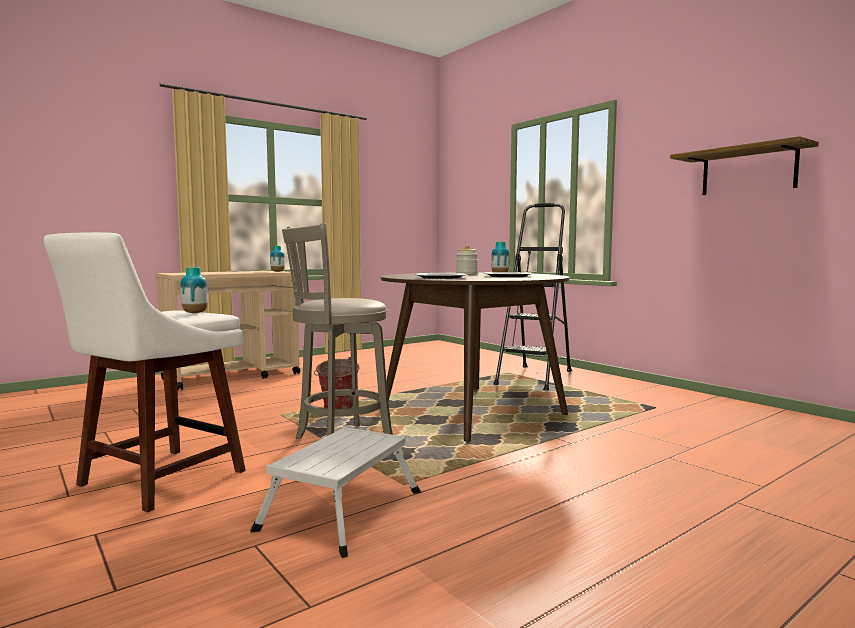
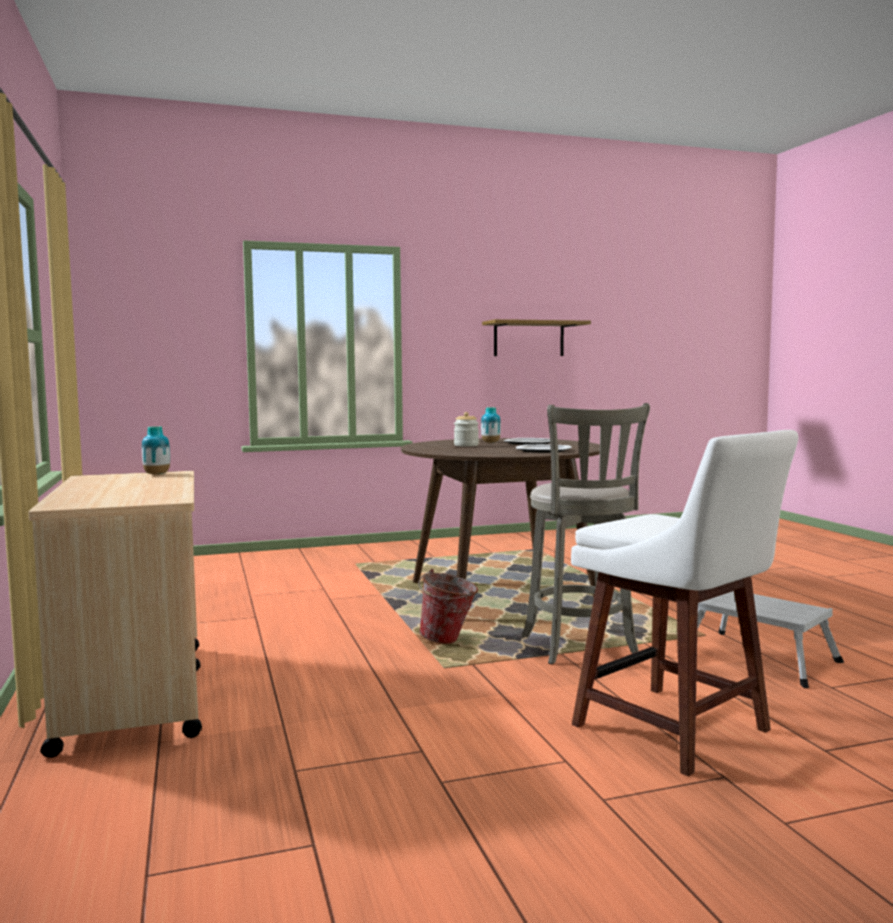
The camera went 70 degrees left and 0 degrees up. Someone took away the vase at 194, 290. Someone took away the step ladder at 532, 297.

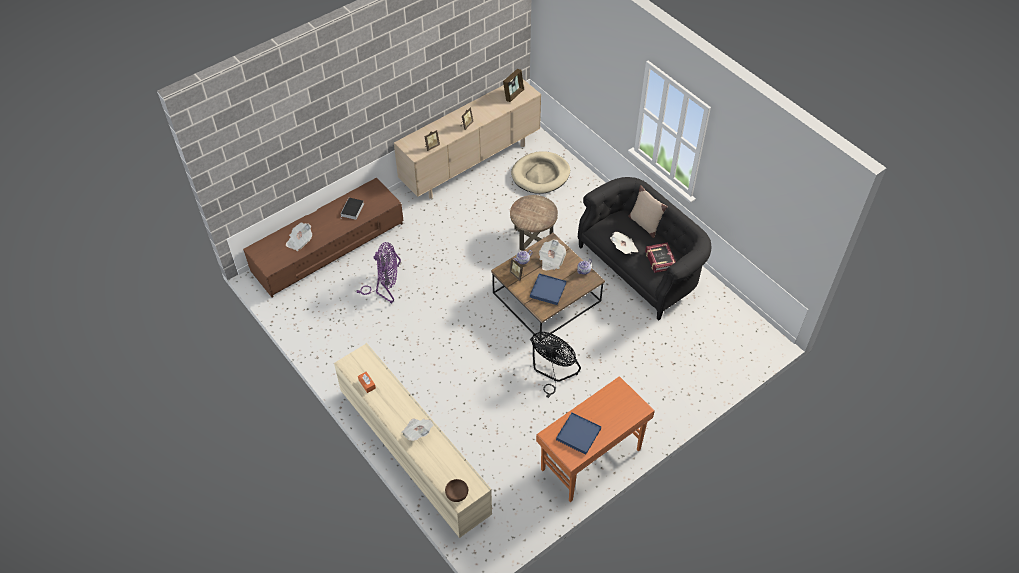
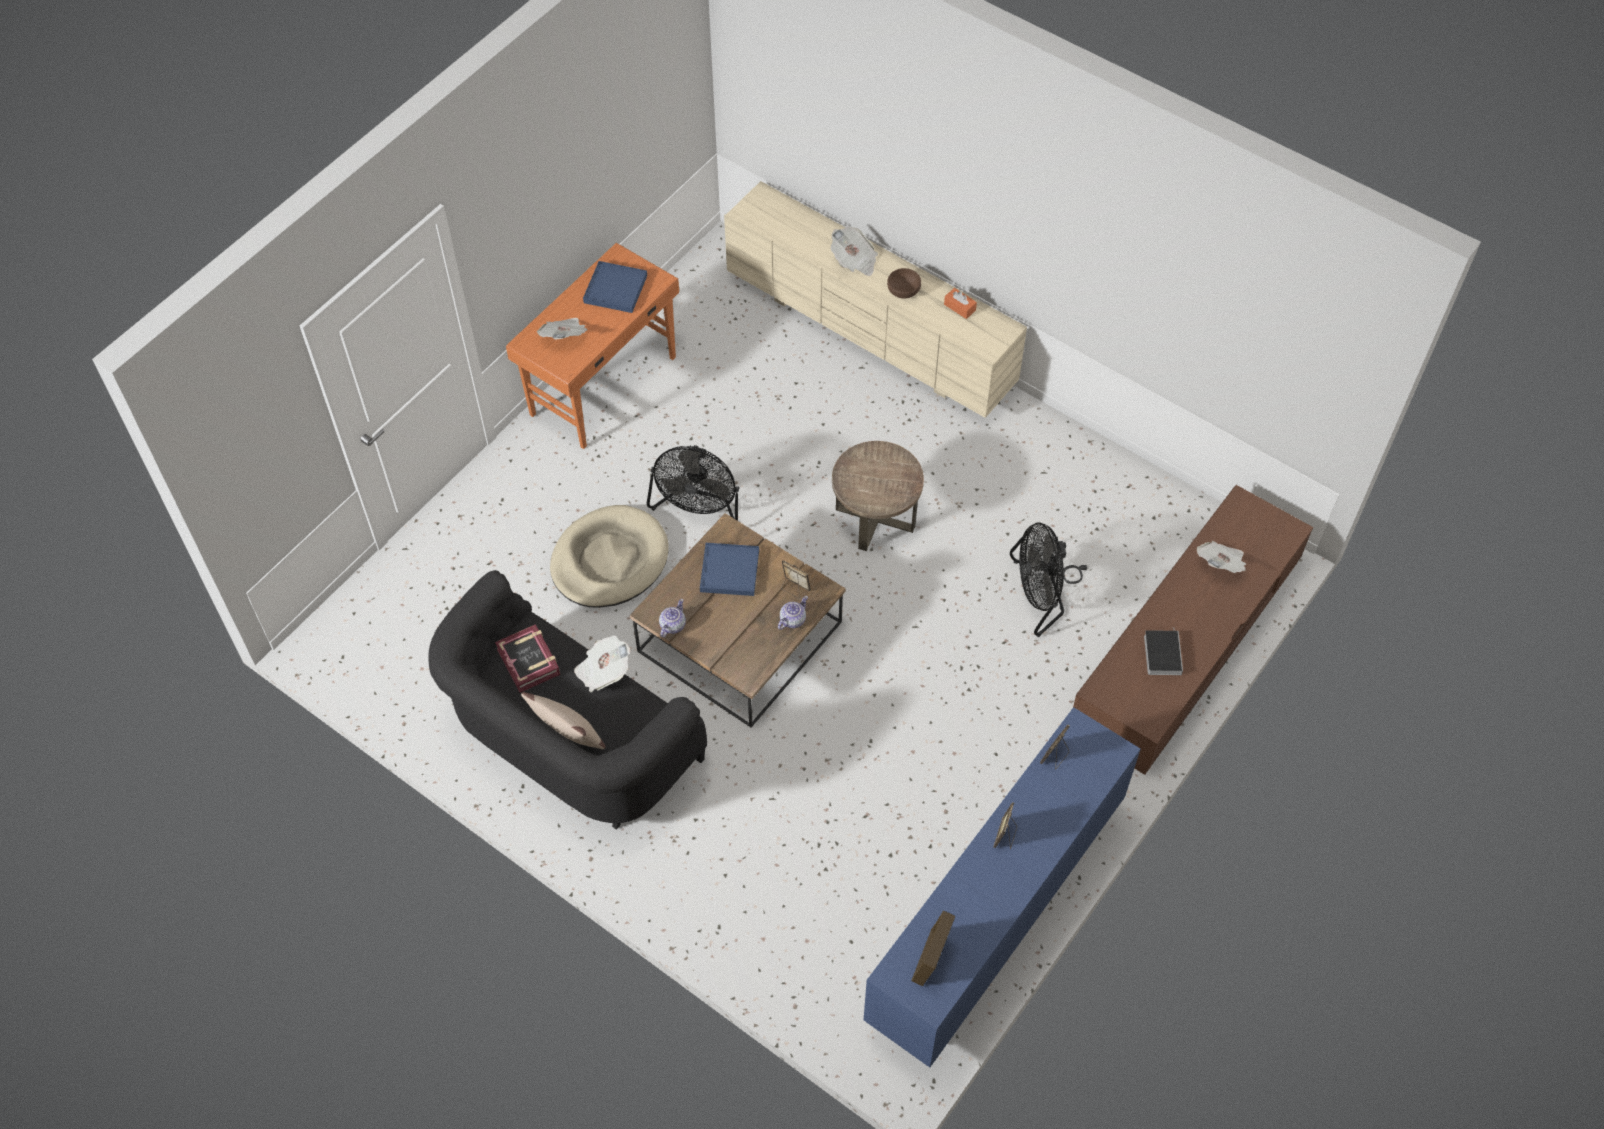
The camera went 165 degrees right and 5 degrees up. Someone carried the bowl (brown) from 456, 490 to 904, 283. Someone carried the side table (brown) from 534, 223 to 878, 496. Someone carried the dog bed (beige) from 540, 172 to 609, 556. Someone carried the newspaper from 552, 254 to 562, 329. Someone repainted the fan (purple) at 378, 273, which became the fan (black) at 1049, 580. Someone repainted the cabinet (beige) at 467, 139, which became the cabinet (blue) at 1002, 887.

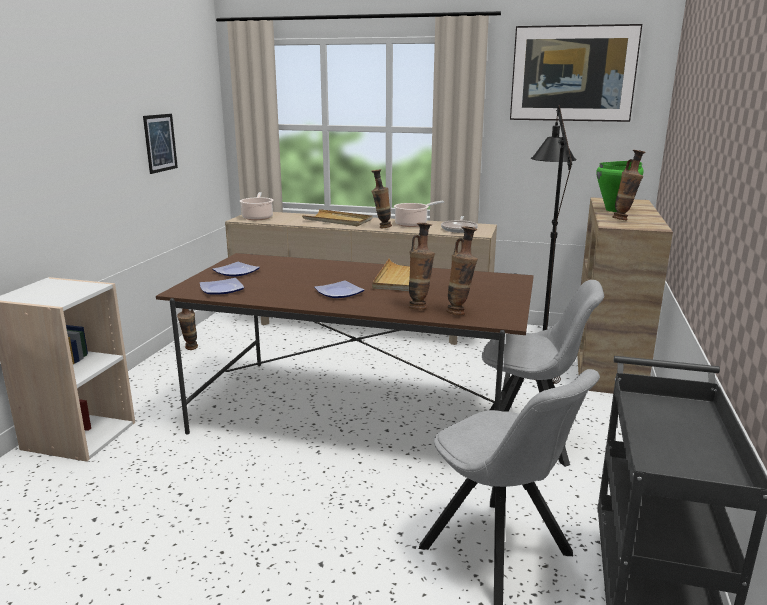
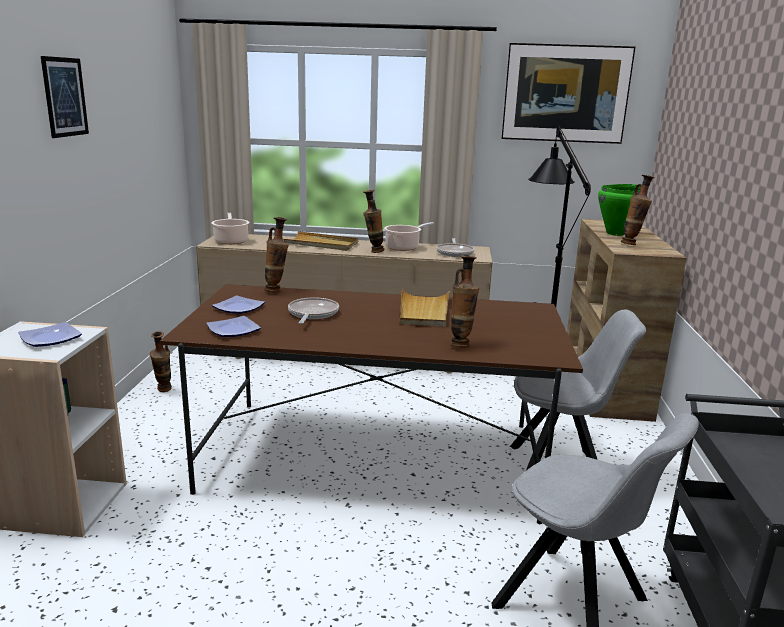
The camera went 10 degrees left and 0 degrees up. Someone put down the frying pan at 313, 310. Someone carried the picture from 160, 144 to 65, 97. Someone carried the plate from 339, 289 to 50, 334. Someone carried the vase from 462, 270 to 276, 255.

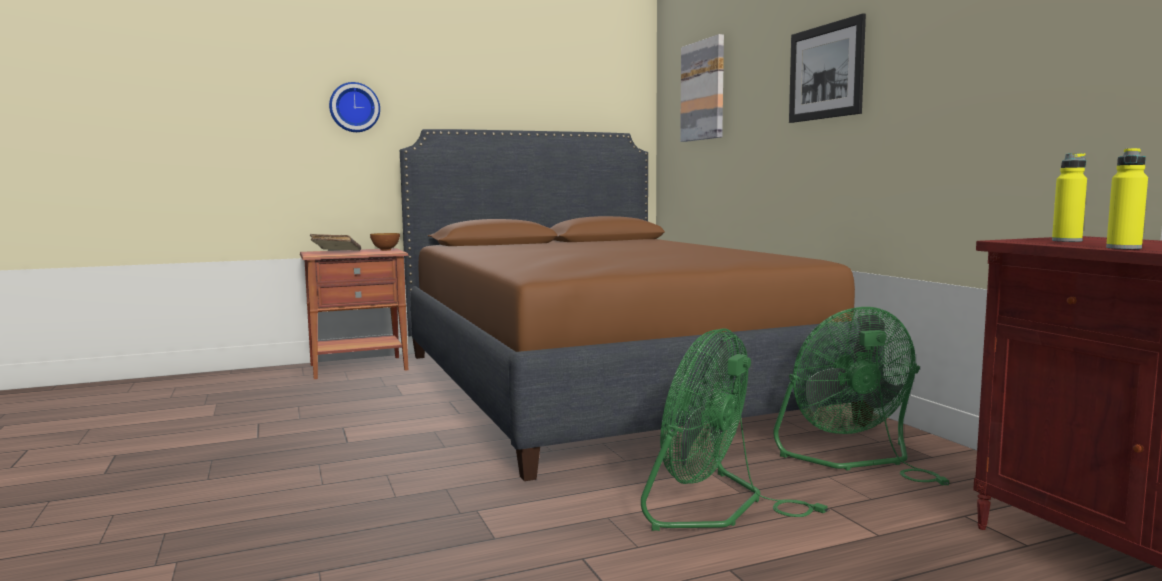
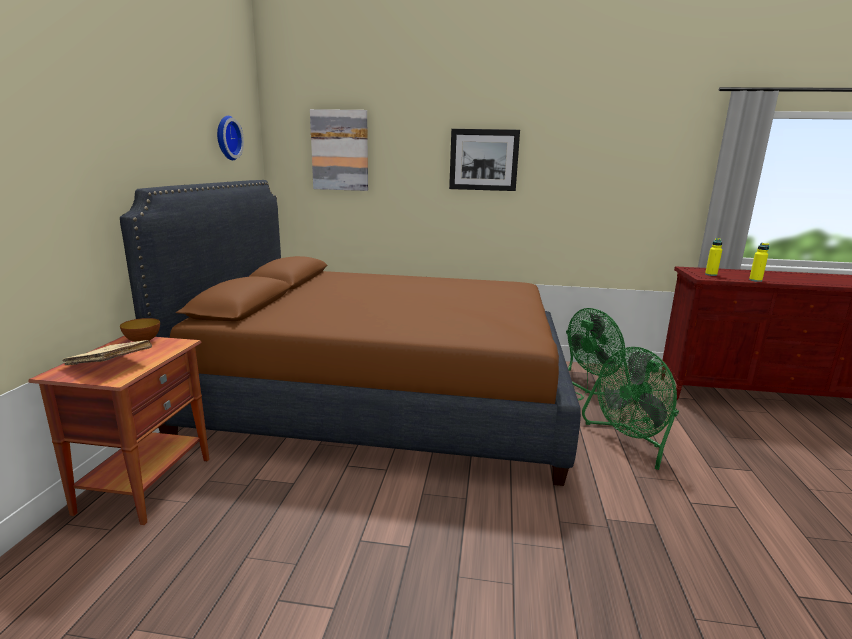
The camera went 60 degrees left and 10 degrees up. Someone carried the wall clock from 354, 107 to 230, 138. Someone rotated the fan (green) at 861, 396 by 135 degrees clockwise.

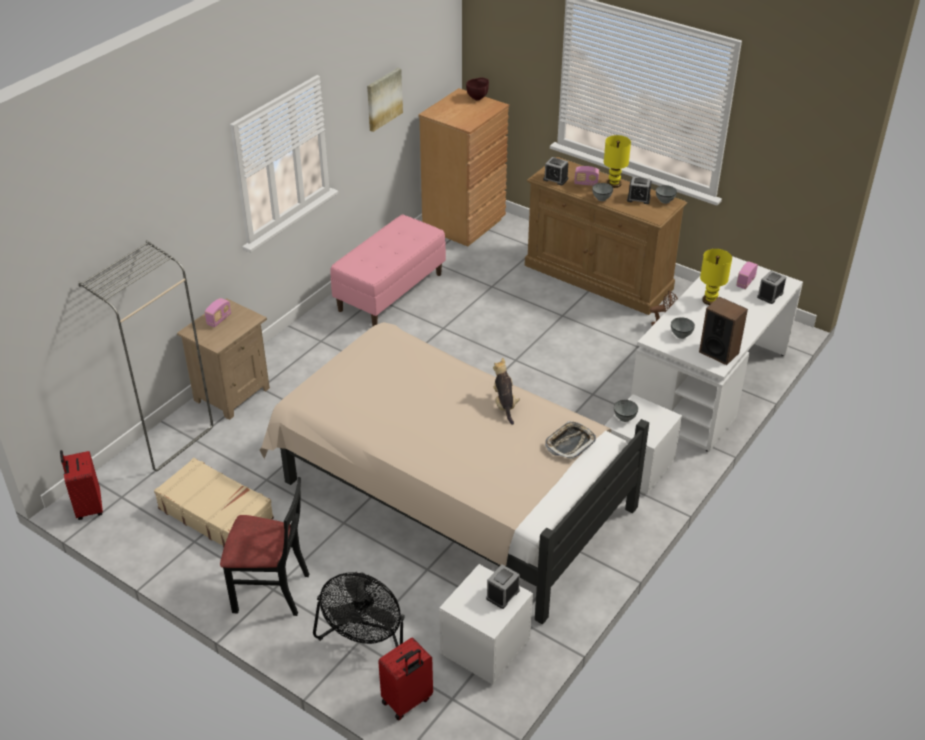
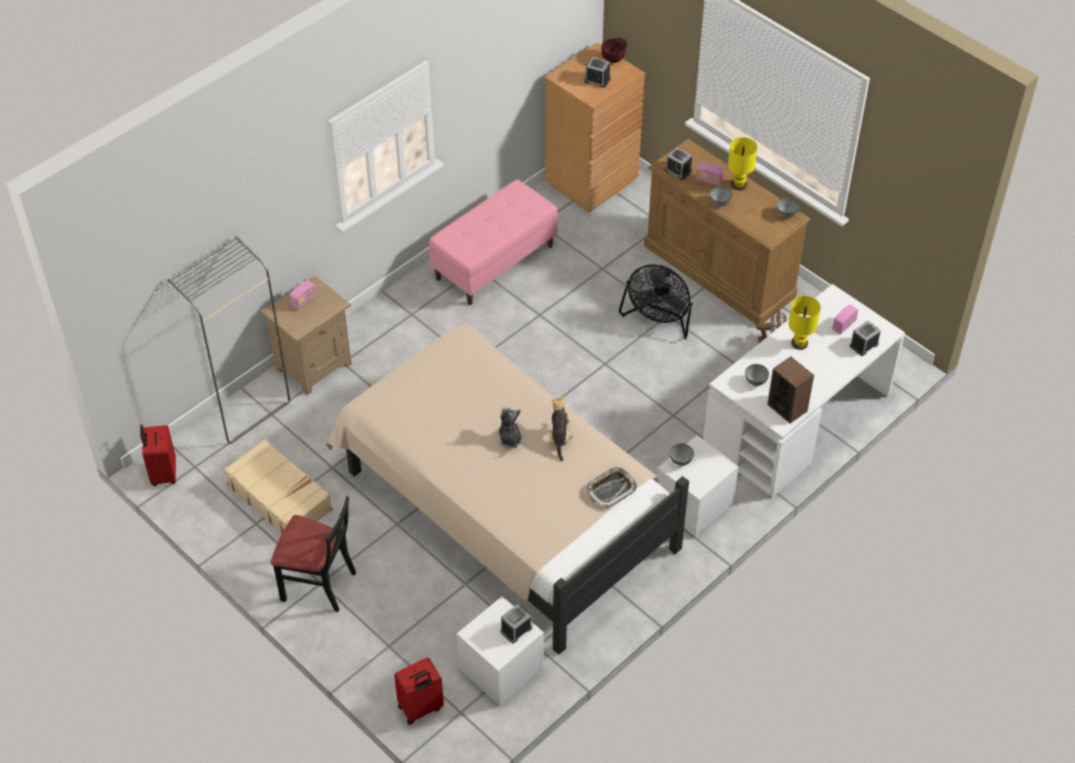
The camera went 10 degrees right and 10 degrees up. Someone took away the picture at 385, 100. Someone put down the plush toy at 509, 427. Someone carried the fan (black) from 358, 609 to 656, 301. Someone carried the alarm clock from 639, 190 to 597, 72.

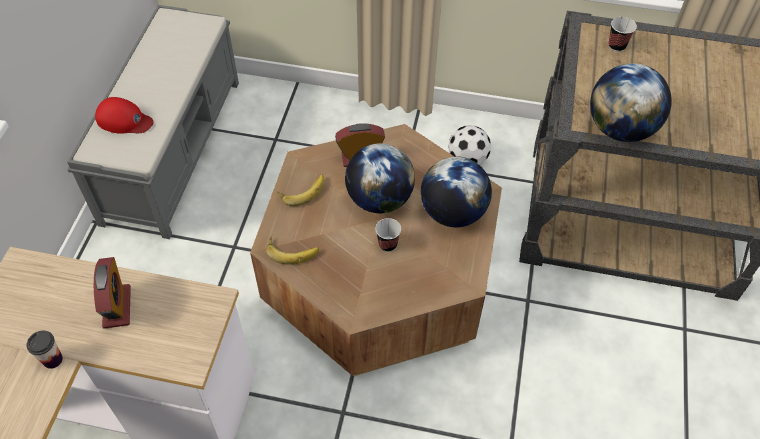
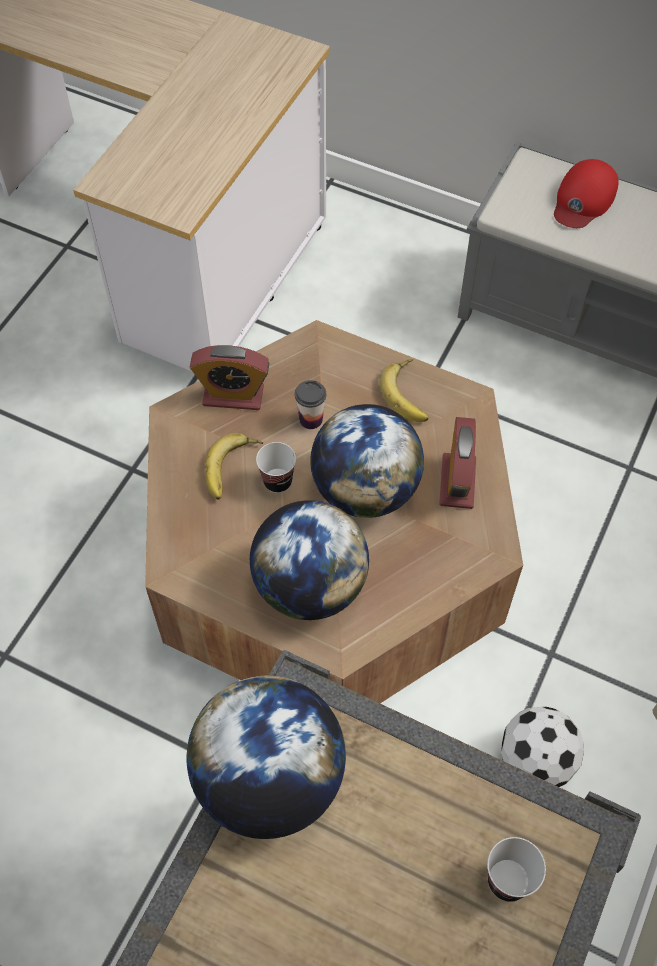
The camera went 105 degrees right and 5 degrees up. Someone carried the cup from 44, 350 to 310, 404. Someone carried the alarm clock from 112, 293 to 229, 377. Someone carried the banana from 292, 250 to 234, 466.

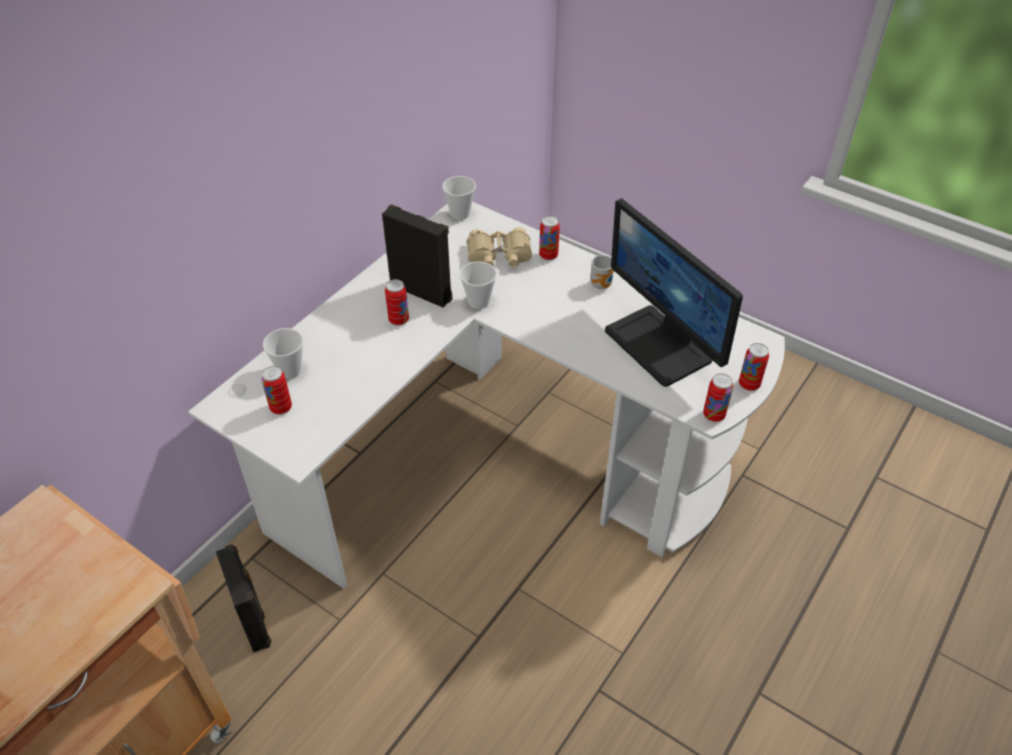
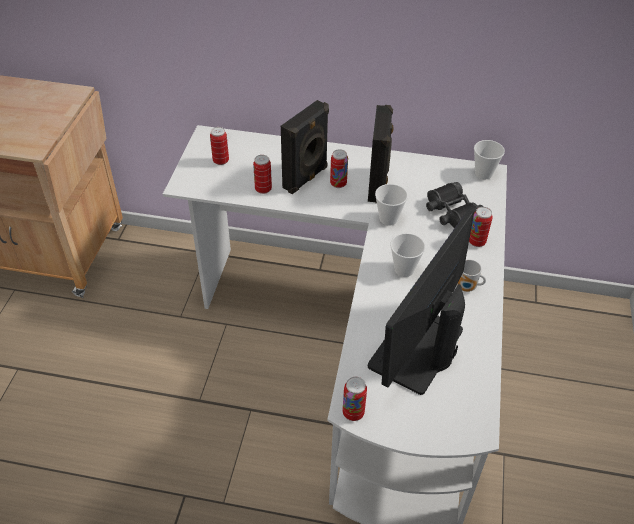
The camera went 65 degrees right and 0 degrees up. Someone carried the speaker (black) from 243, 598 to 305, 147. Someone carried the cup from 283, 353 to 407, 255. Someone carried the can from 754, 367 to 262, 174. Someone repainted the binoculars (beige) at 499, 247, which became the binoculars (black) at 455, 205.

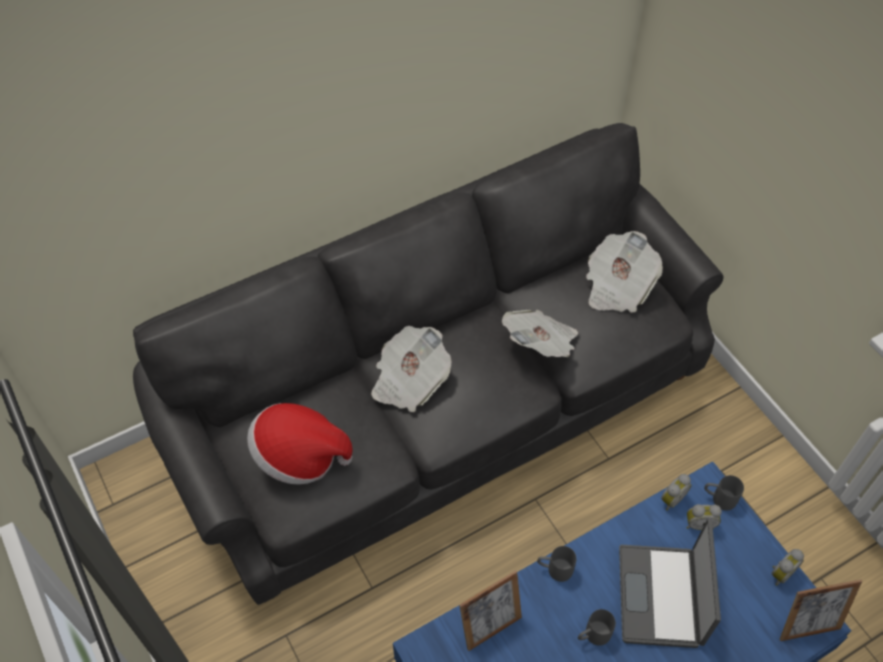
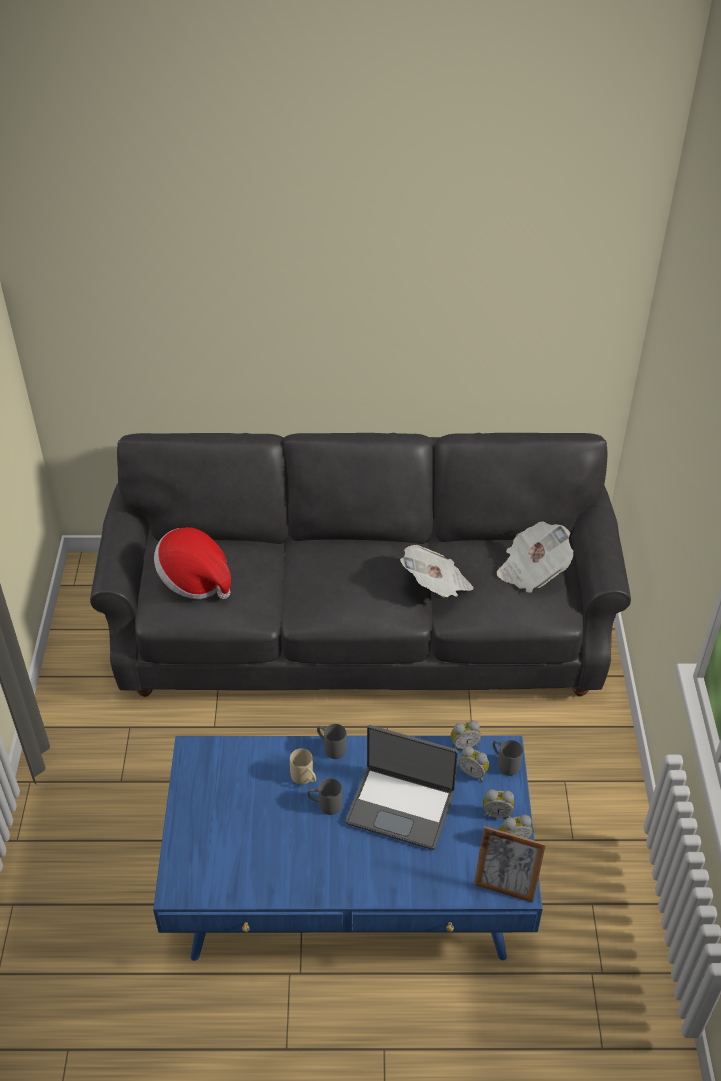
The camera went 30 degrees right and 10 degrees down. Someone took away the newspaper at 411, 369. Someone took away the picture frame at 490, 610. Someone put down the mug (beige) at 303, 766. Someone put down the alarm clock at 498, 803. Someone rotated the laptop at 670, 583 by 105 degrees counterclockwise.

